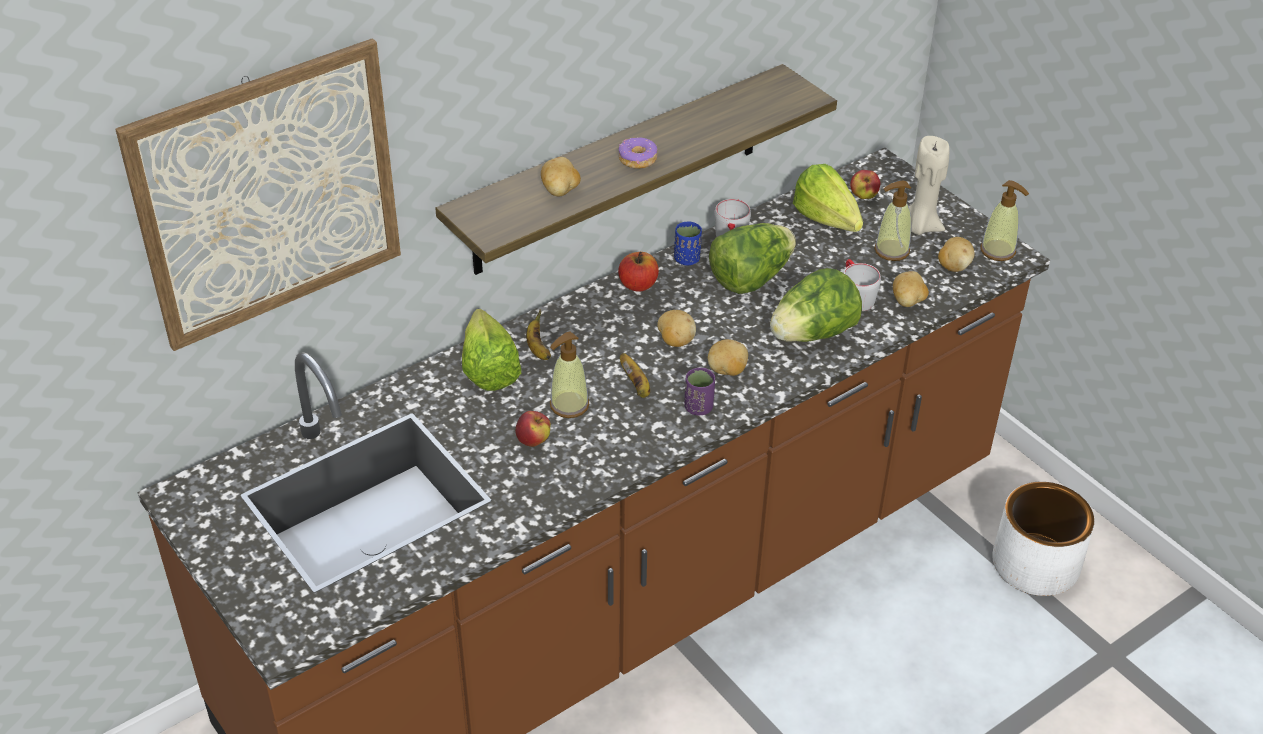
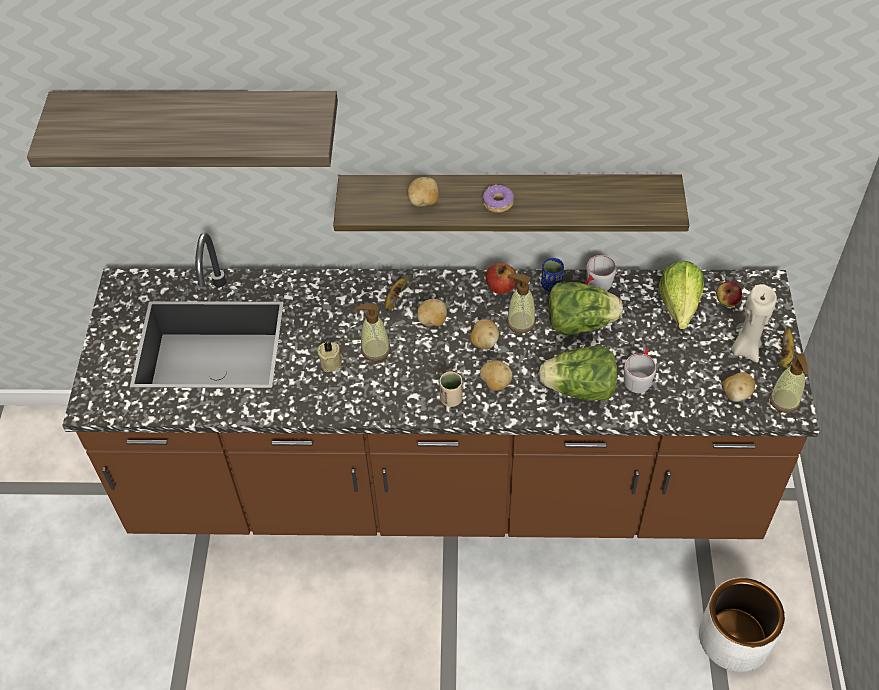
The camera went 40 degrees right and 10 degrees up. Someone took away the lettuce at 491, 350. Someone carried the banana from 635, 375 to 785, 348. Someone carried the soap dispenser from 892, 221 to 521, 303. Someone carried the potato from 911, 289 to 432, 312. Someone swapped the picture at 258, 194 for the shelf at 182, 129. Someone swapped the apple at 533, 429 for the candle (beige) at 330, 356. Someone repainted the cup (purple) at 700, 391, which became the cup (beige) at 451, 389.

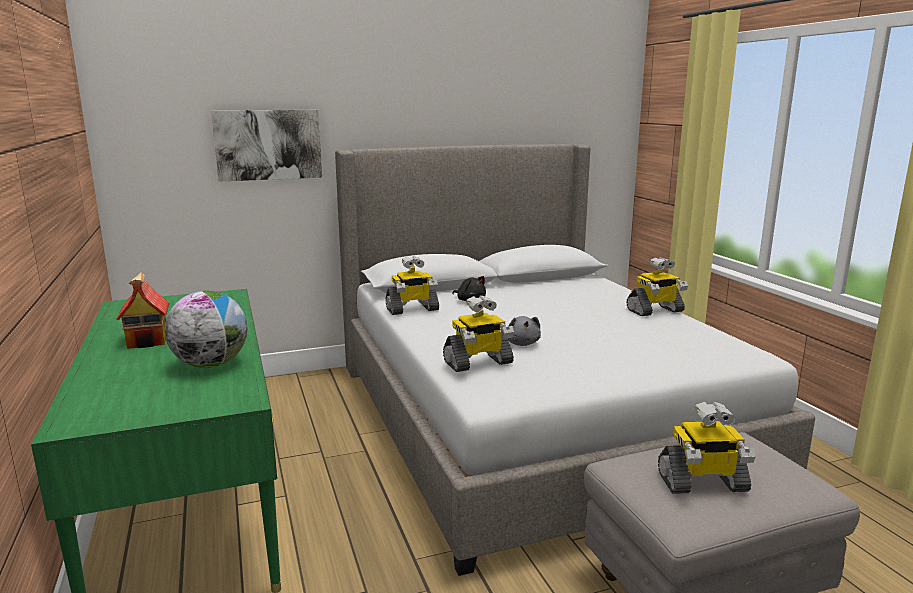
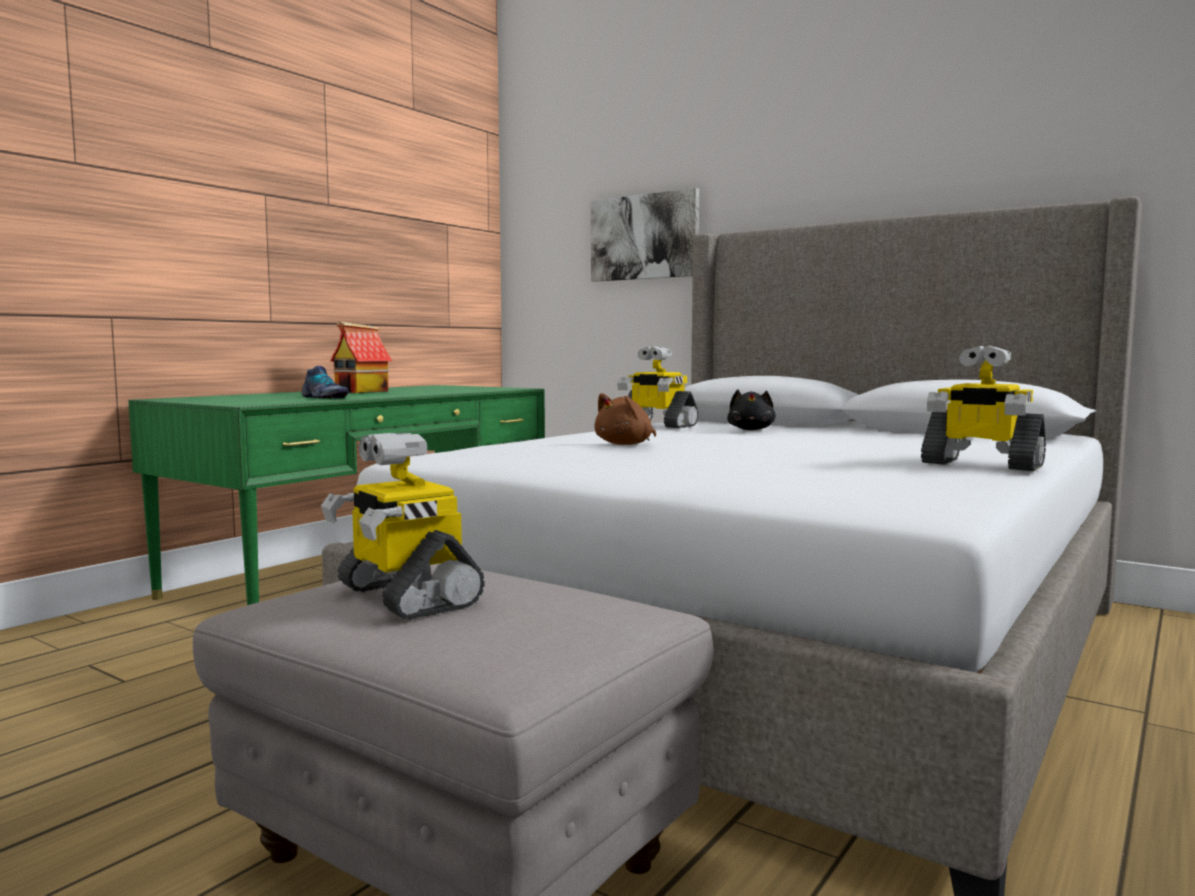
The camera went 55 degrees right and 10 degrees down. Someone took away the toy robot at 478, 333. Someone swapped the globe at 206, 329 for the shoe at 325, 382. Someone repainted the plush toy (grey) at 524, 331, which became the plush toy (brown) at 625, 419.

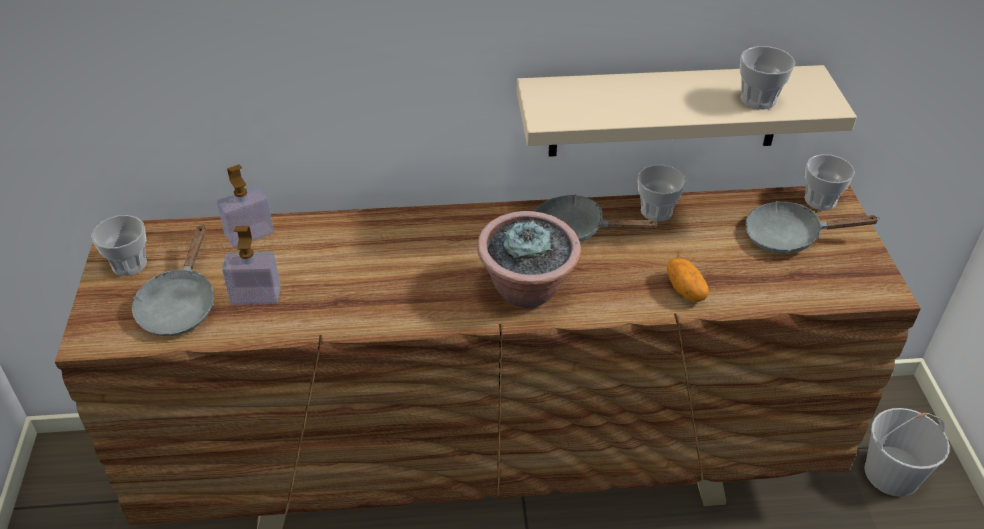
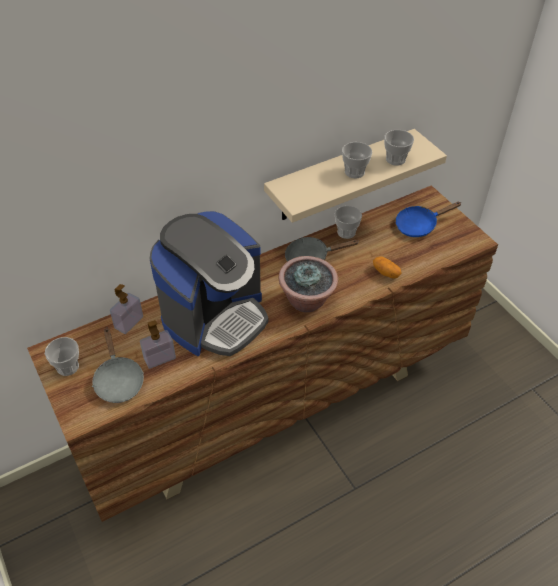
The camera went 25 degrees left and 5 degrees up. Someone took away the bucket (white) at 907, 452. Someone put down the coffee machine at 209, 283. Someone carried the cup from 830, 182 to 357, 160. Someone repainted the frying pan (grey) at 812, 227, which became the frying pan (blue) at 428, 219.

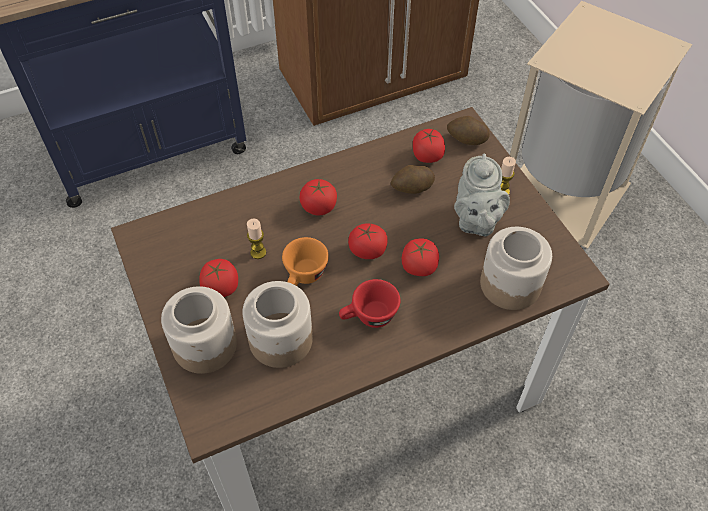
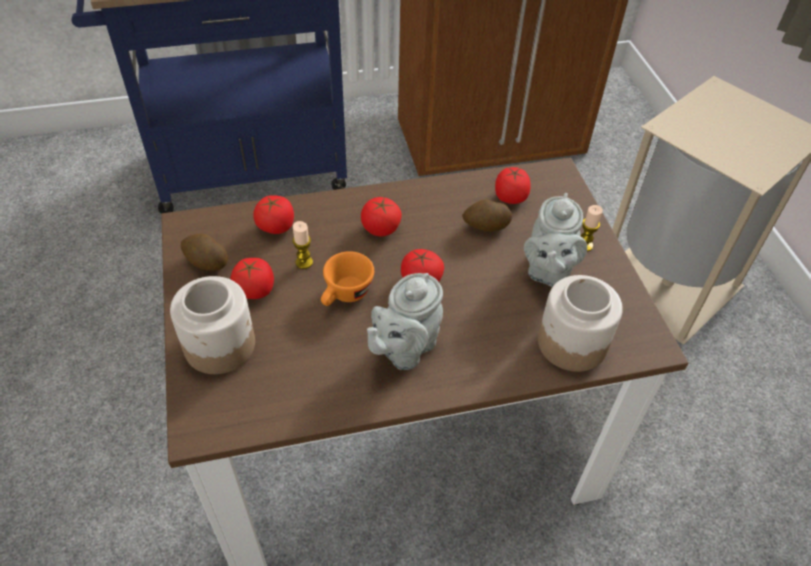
The camera went 10 degrees right and 5 degrees down. Someone took away the jar at 277, 324. Someone carried the tomato from 420, 257 to 273, 214. Someone carried the potato from 468, 130 to 204, 252. Someone swapped the cup (red) at 369, 303 for the teapot (grey) at 405, 321.

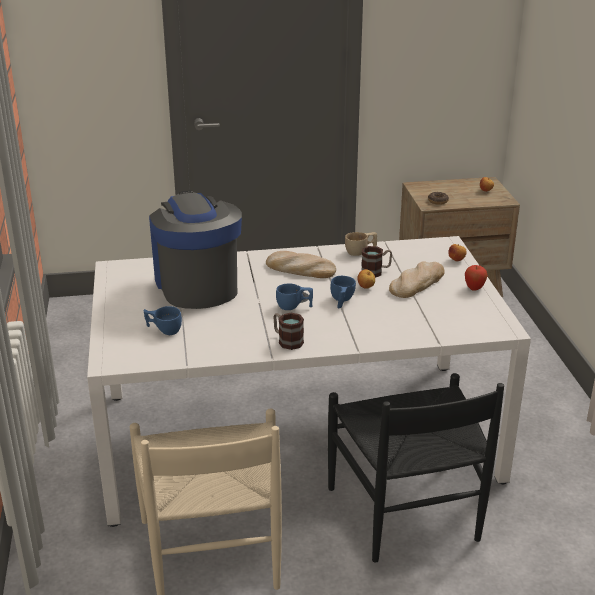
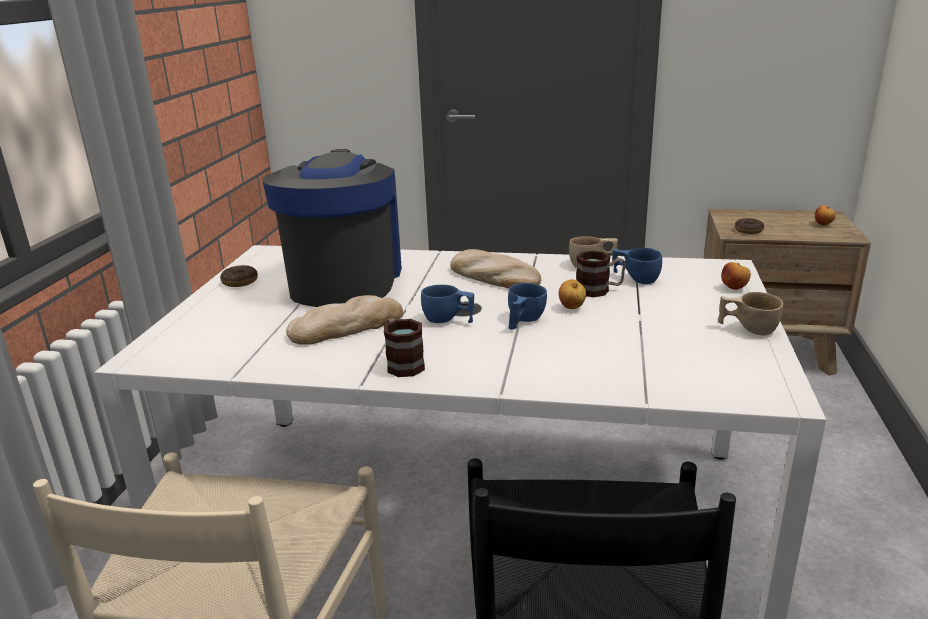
The camera went 20 degrees right and 5 degrees down. Someone put down the donut at 239, 276. Someone carried the cup (blue) from 162, 320 to 637, 266. Someone carried the bread from 417, 279 to 344, 320. Someone swapped the apple at 476, 278 for the cup (beige) at 750, 313.

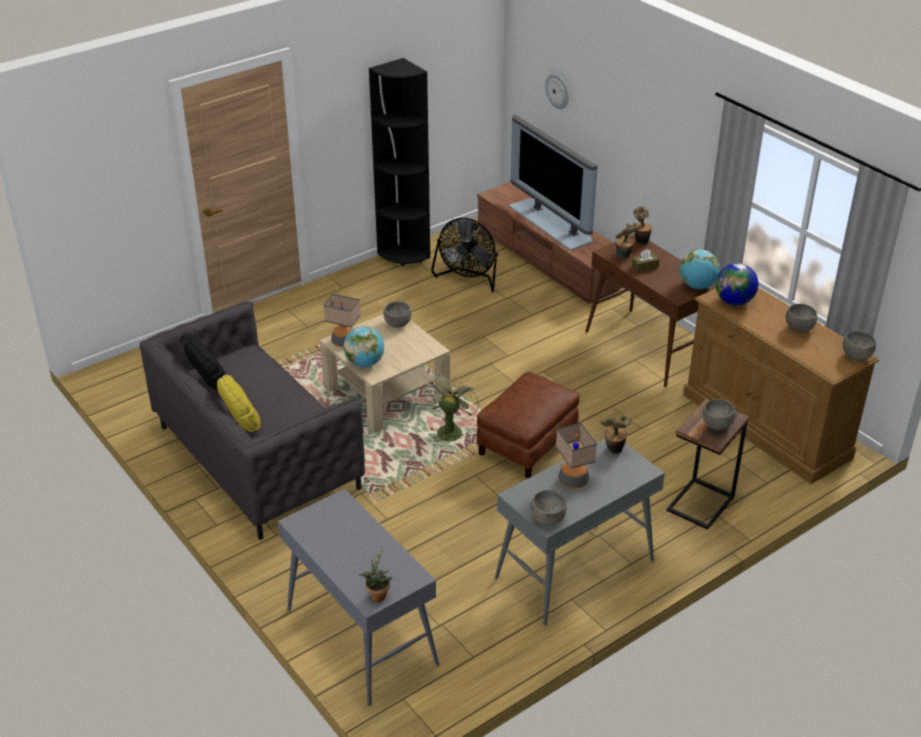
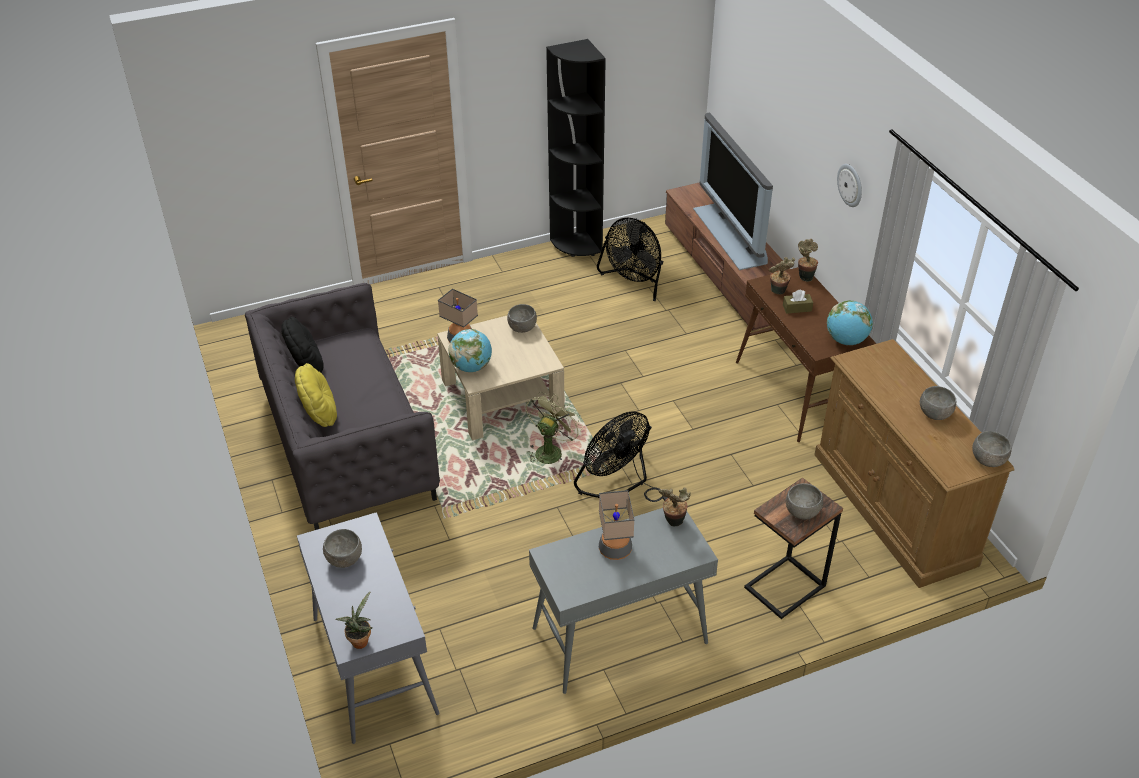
The camera went 15 degrees right and 5 degrees up. Someone took away the globe at 737, 284. Someone carried the bowl (grey) from 549, 508 to 342, 548. Someone carried the wall clock from 557, 91 to 849, 185. Someone swapped the ottoman (brown) at 528, 425 for the fan (black) at 621, 457.

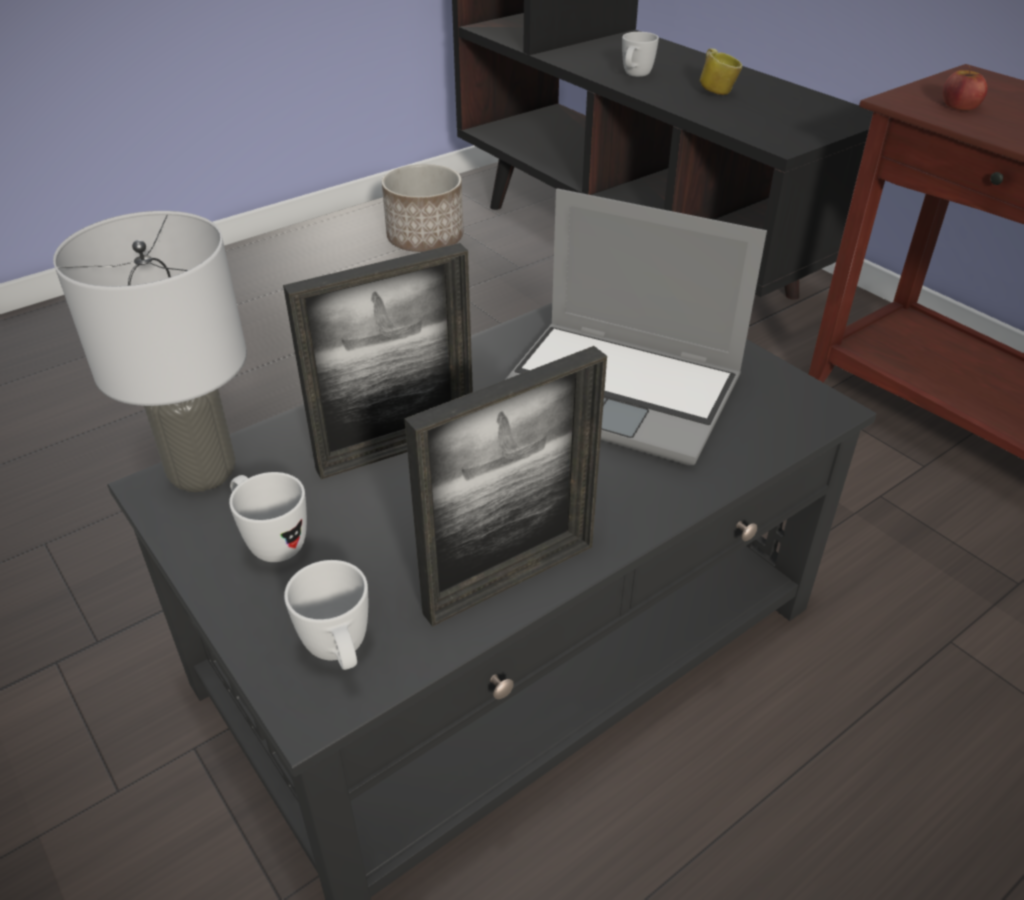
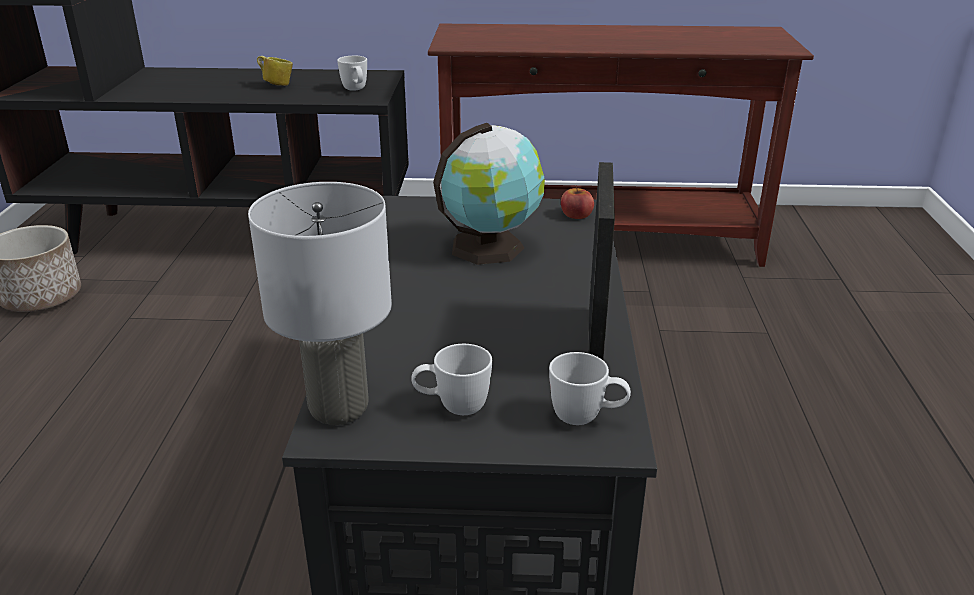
The camera went 50 degrees left and 10 degrees down. Someone took away the picture frame at 378, 361. Someone carried the mug (white) from 640, 54 to 352, 73. Someone carried the apple from 965, 87 to 577, 202. Someone swapped the laptop at 636, 327 for the globe at 489, 194.

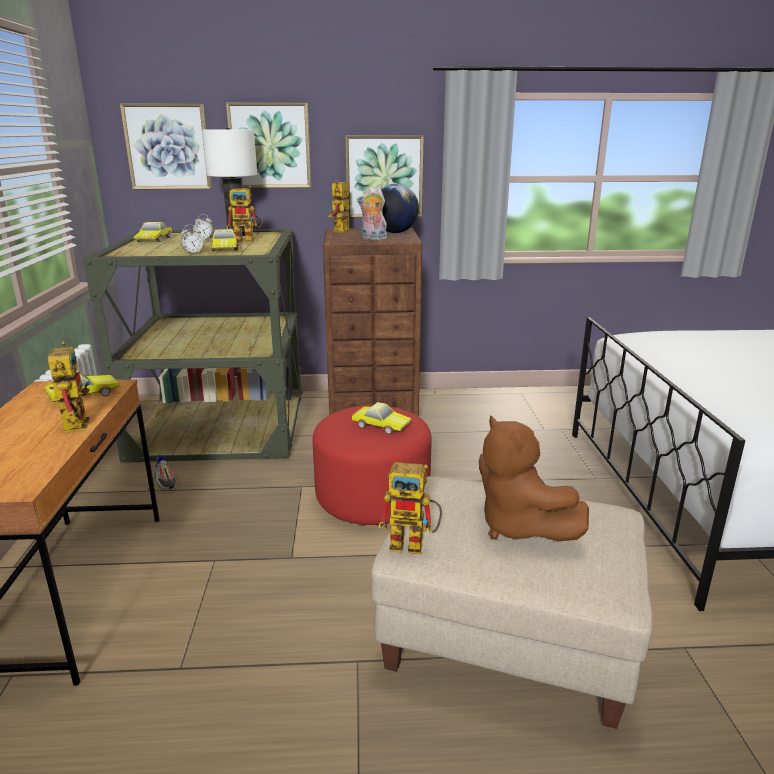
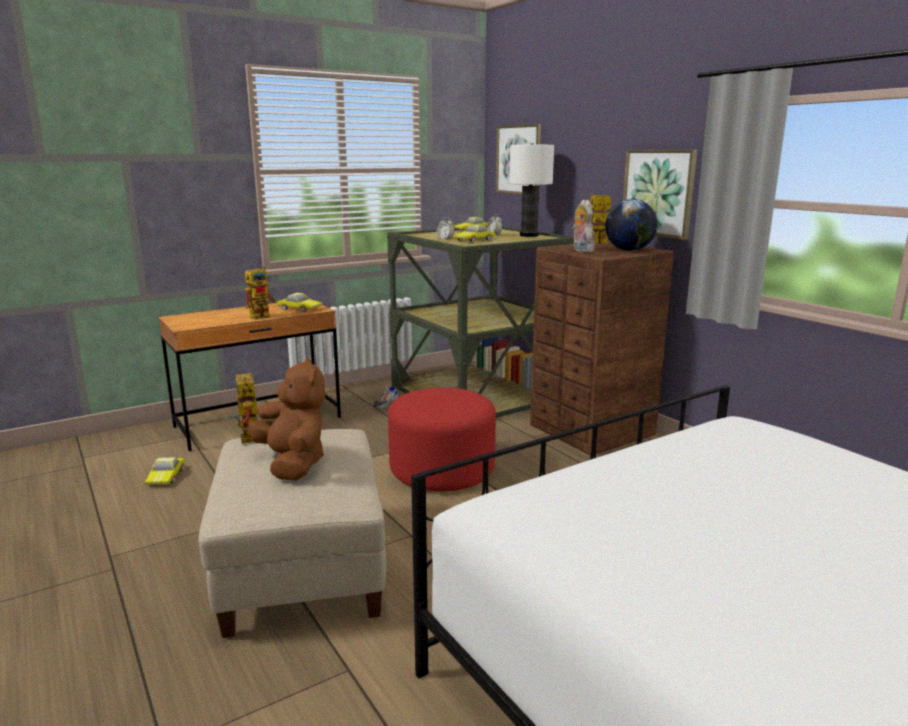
The camera went 60 degrees right and 5 degrees down. Someone took away the picture at 268, 145. Someone took away the toy robot at 245, 214. Someone carried the toy car from 382, 418 to 164, 471. Someone rotated the plush toy (brown) at 534, 478 by 120 degrees clockwise.

